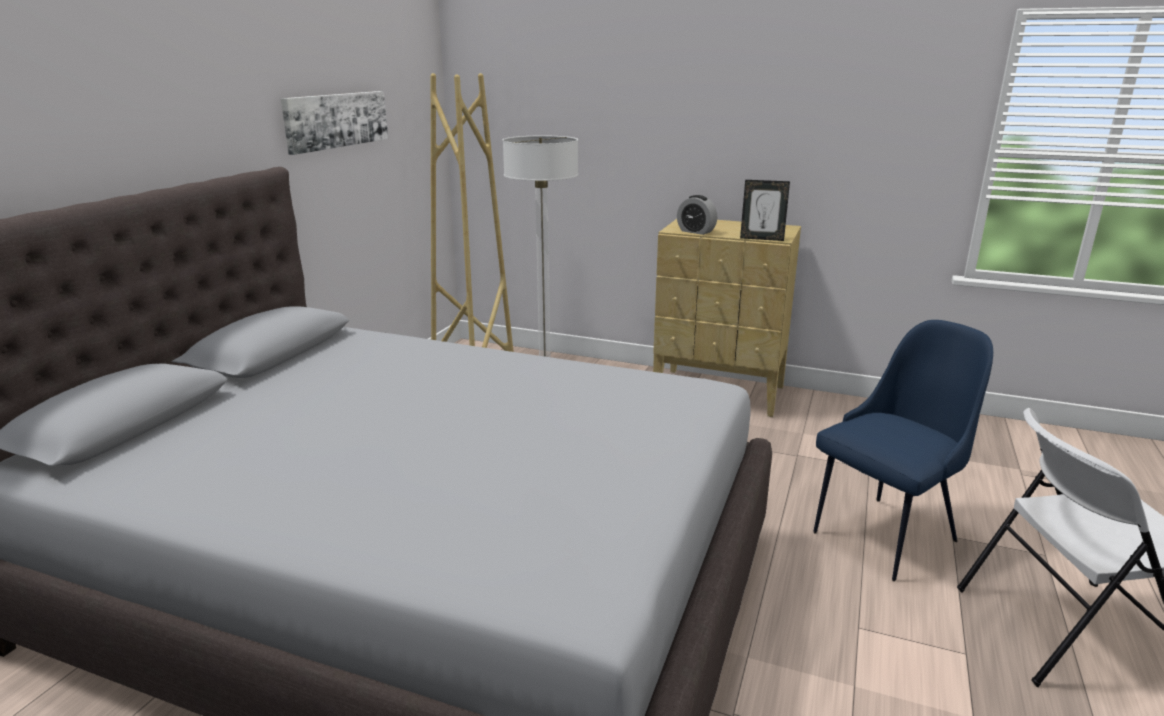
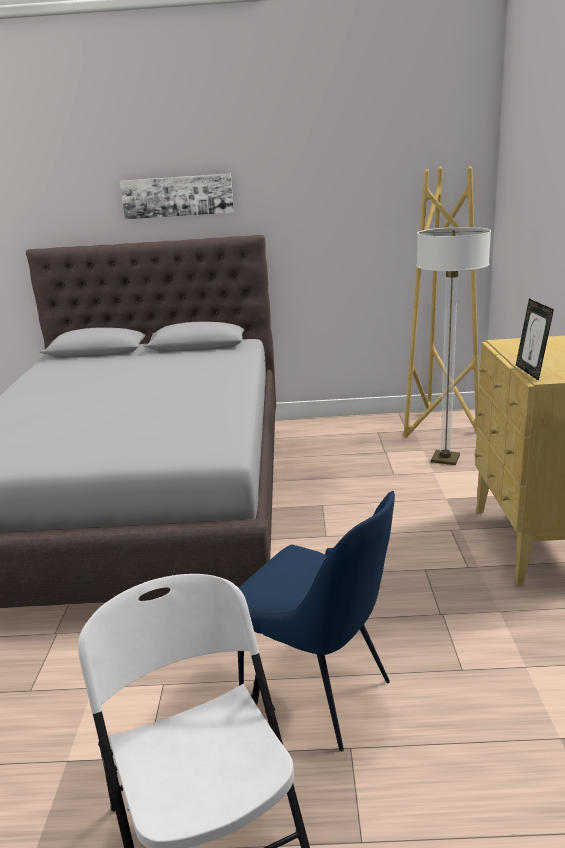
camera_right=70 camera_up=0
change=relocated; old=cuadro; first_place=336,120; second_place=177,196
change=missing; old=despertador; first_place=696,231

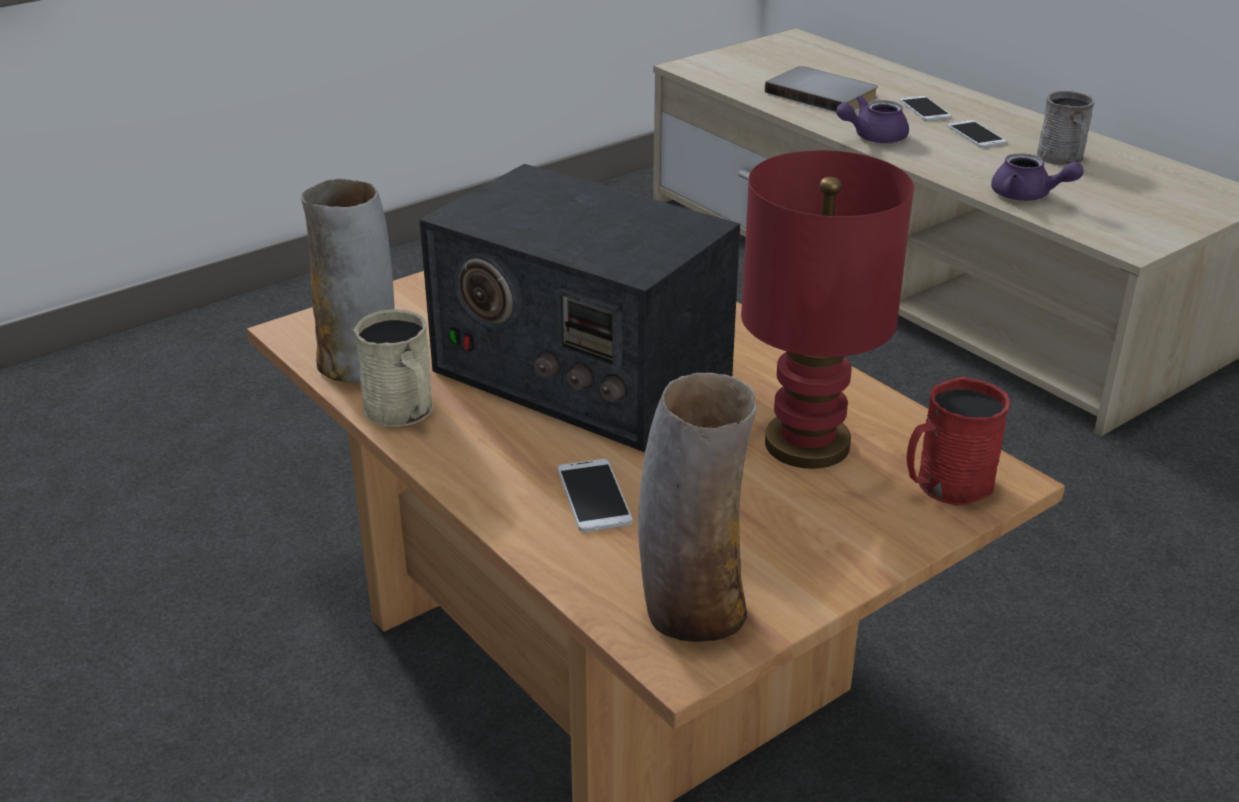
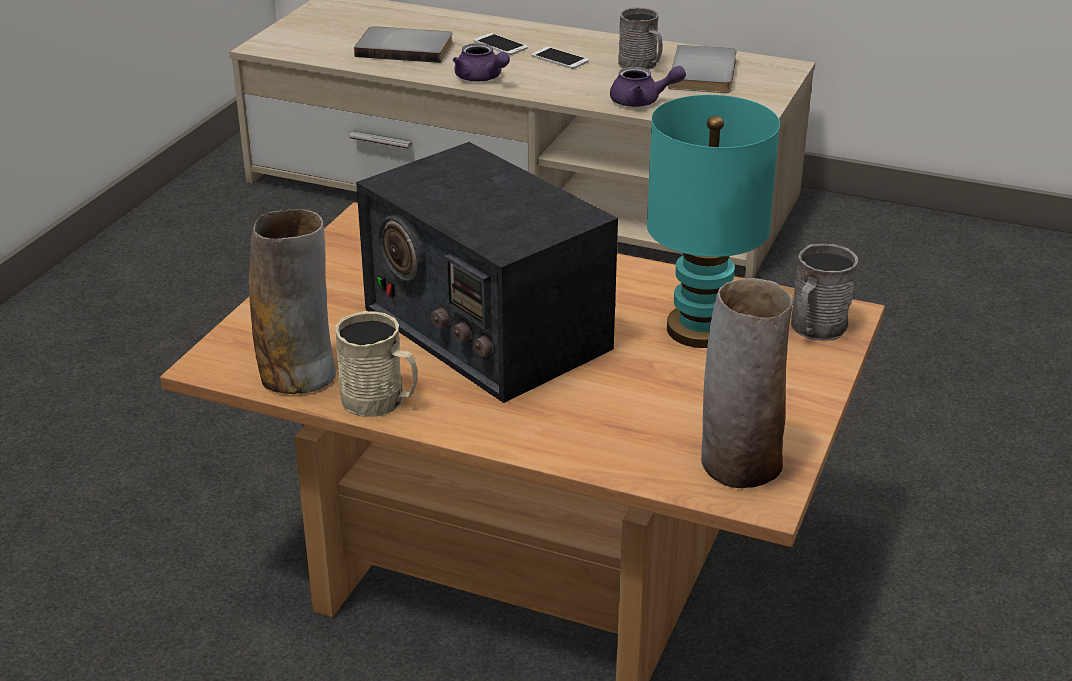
camera_right=-30 camera_up=0
change=spun; old=radio; first_place=580,373; second_place=485,328; degrees=45
change=spun; old=tetera (morado); first_place=872,137; second_place=481,78; degrees=-75
change=colour; old=lámpara de mesa (rojo); new=lámpara de mesa (turquesa); first_place=805,443; second_place=698,329
change=appeared; new=libro (gris); second_place=706,74
change=colour; old=taza grande (rojo); new=taza grande (gris); first_place=945,486; second_place=815,329
change=missing; old=móvil; first_place=594,496

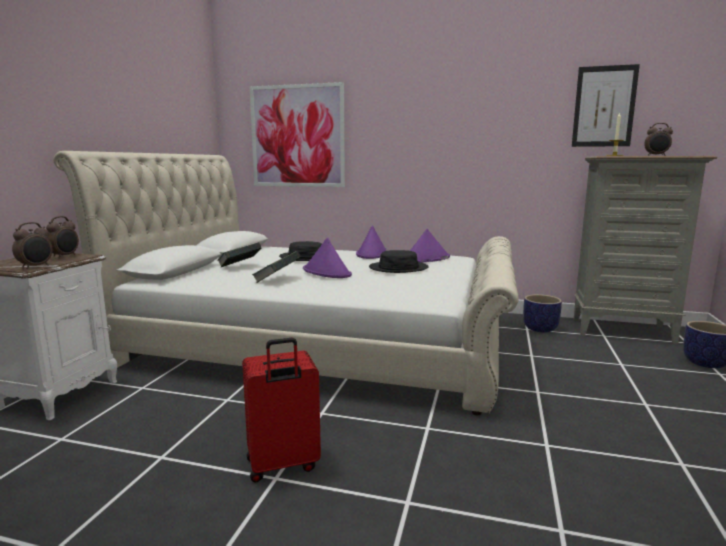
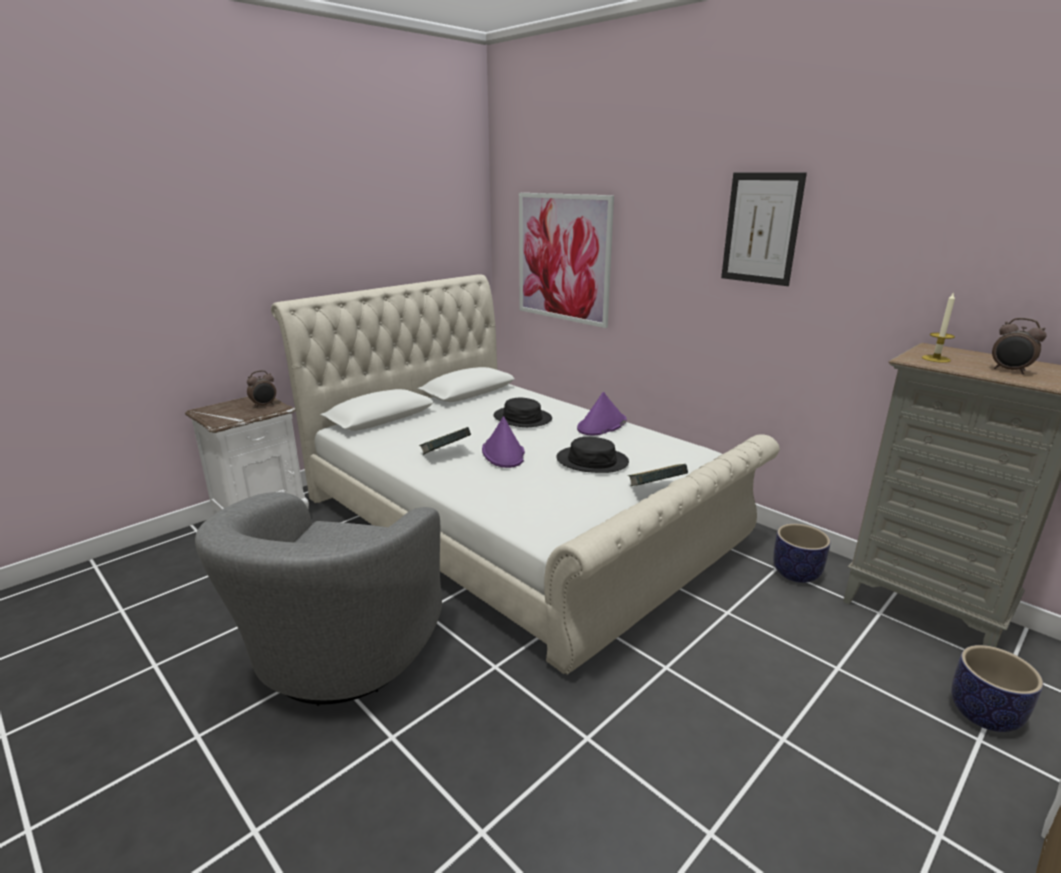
camera_right=30 camera_up=10
change=exchanged; old=maleta (rojo); new=sillón (gris); first_place=282,465; second_place=340,655
change=relocated; old=libro; first_place=240,267; second_place=655,490
change=relocated; old=cuadro; first_place=604,106; second_place=761,228
change=missing; old=despertador; first_place=36,267
change=missing; old=sombrero (morado); first_place=426,259

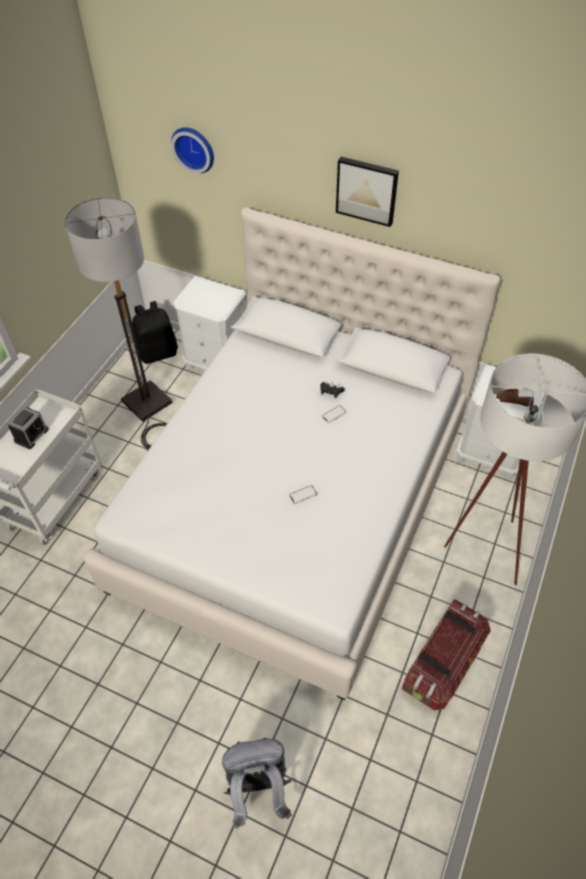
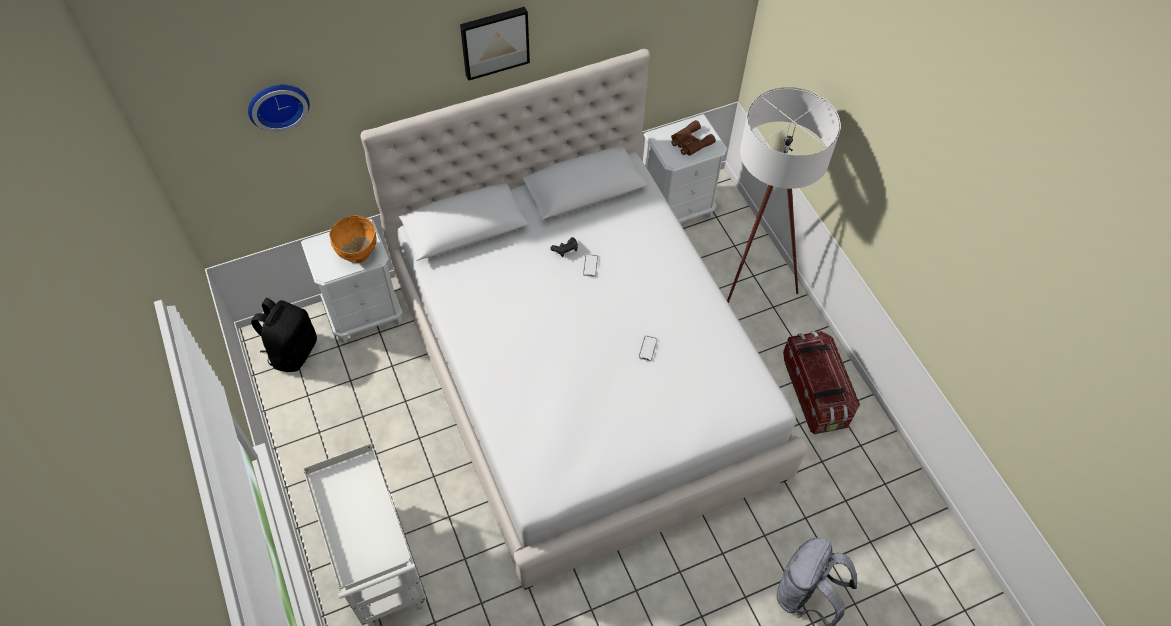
camera_right=-50 camera_up=5
change=appeared; new=cuenco (naranja); second_place=358,254
change=missing; old=despertador; first_place=31,435
change=missing; old=lámpara de pie; first_place=150,413

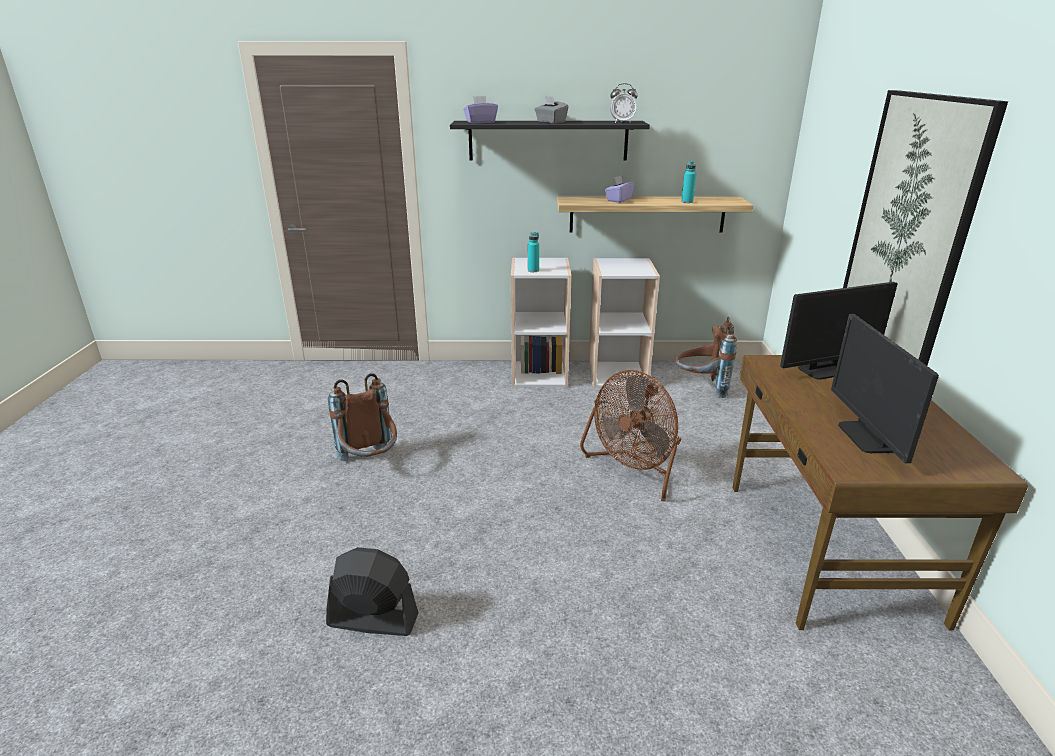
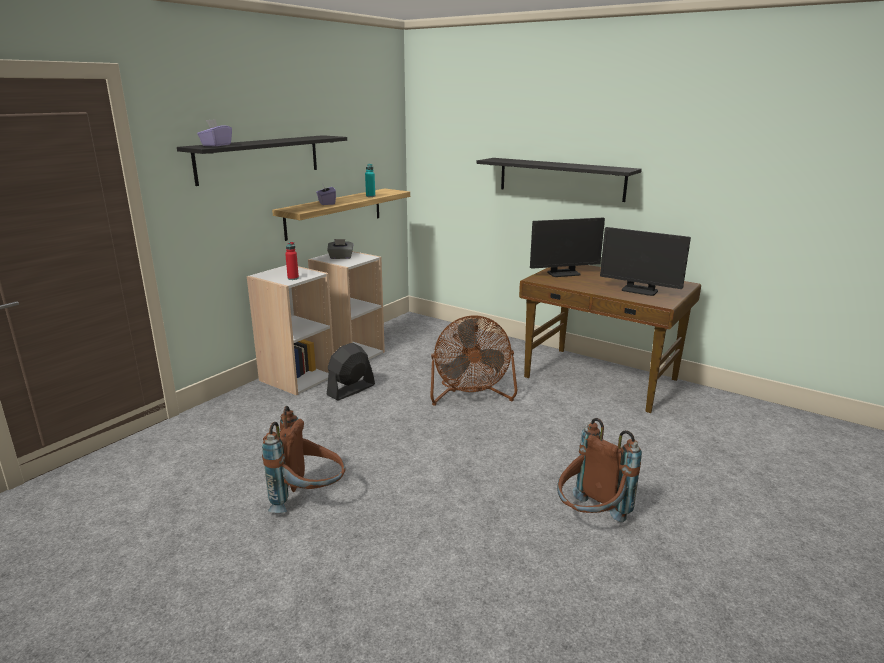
camera_right=-55 camera_up=-5
change=colour; old=botella (turquesa); new=botella (rojo); first_place=533,270; second_place=293,278
change=relocated; old=caja de pañuelos (gris); first_place=550,122; second_place=341,257
change=relocated; old=ventilador (negro); first_place=372,620; second_place=351,390
change=exchanged; old=cuadro; new=estante (negro); first_place=910,224; second_place=561,179
change=spun; old=monitor; first_place=825,370; second_place=563,273; degrees=60
change=relocated; old=mochila (marrón); first_place=702,387; second_place=590,519
change=missing; old=despertador; first_place=622,122

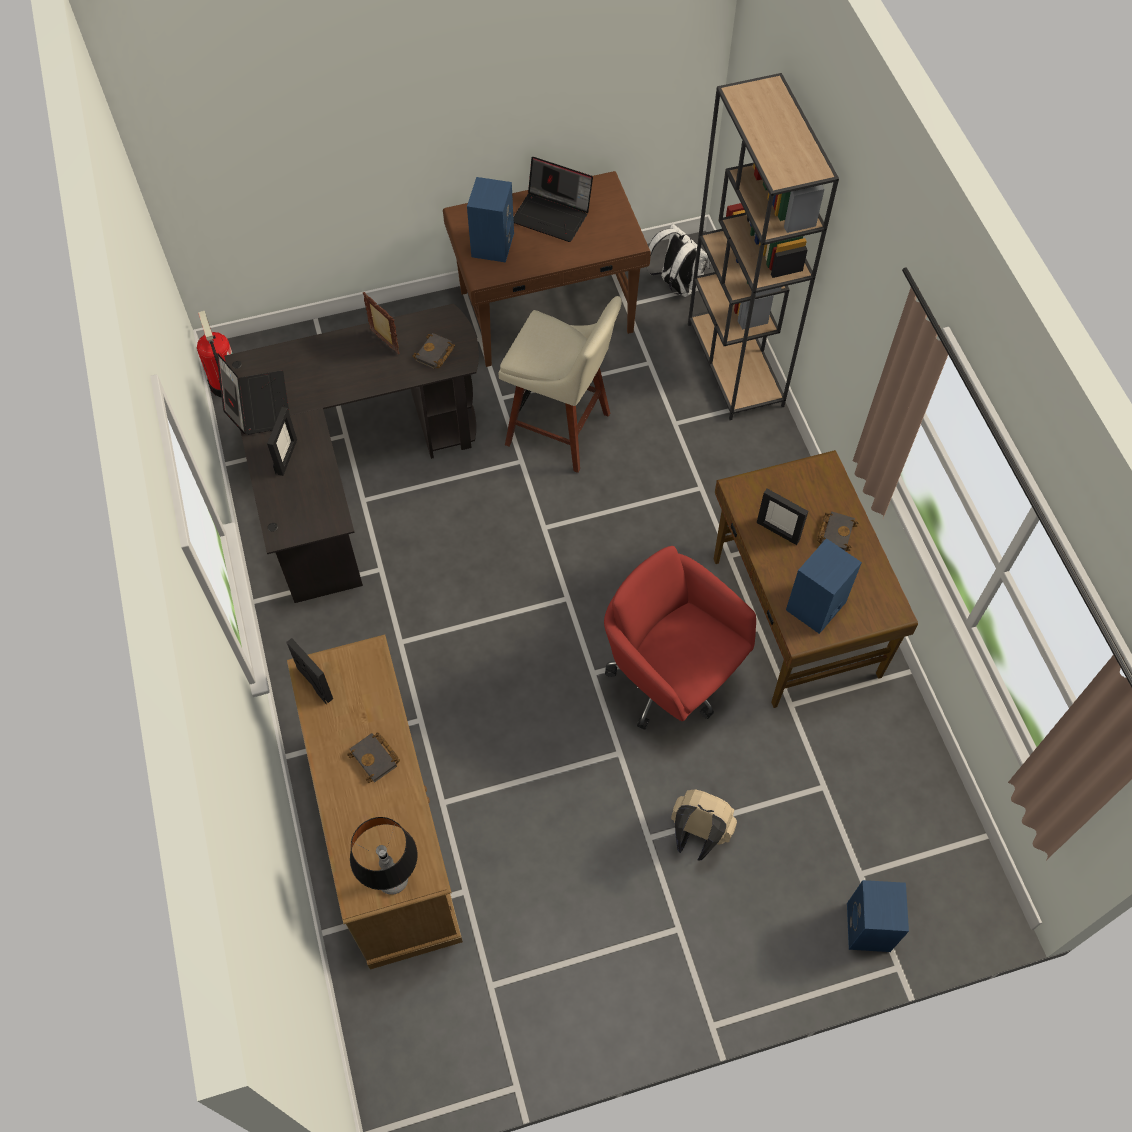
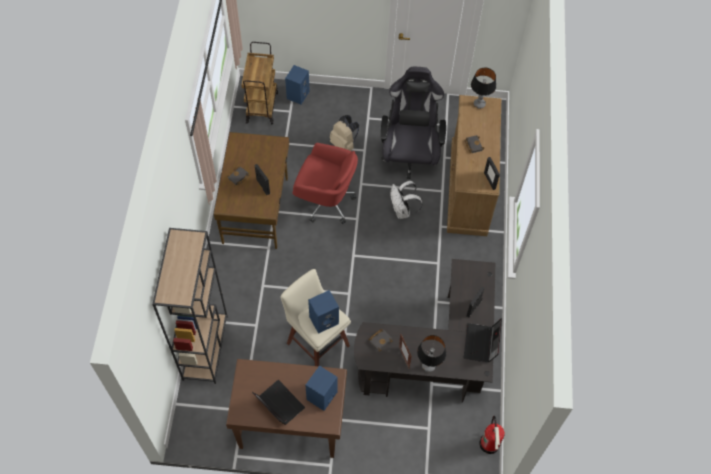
camera_right=-160 camera_up=0
change=appeared; new=carrito (marrón); second_place=262,107
change=spun; old=silla de oficina (rojo); first_place=670,683; second_place=326,203; degrees=-45
change=relocated; old=altavoz (azul); first_place=816,608; second_place=324,319
change=appeared; new=silla de oficina (negro); second_place=409,158
change=relocated; old=mochila (blanco); first_place=677,285; second_place=402,211
change=appeared; new=lámpara de mesa; second_place=428,366

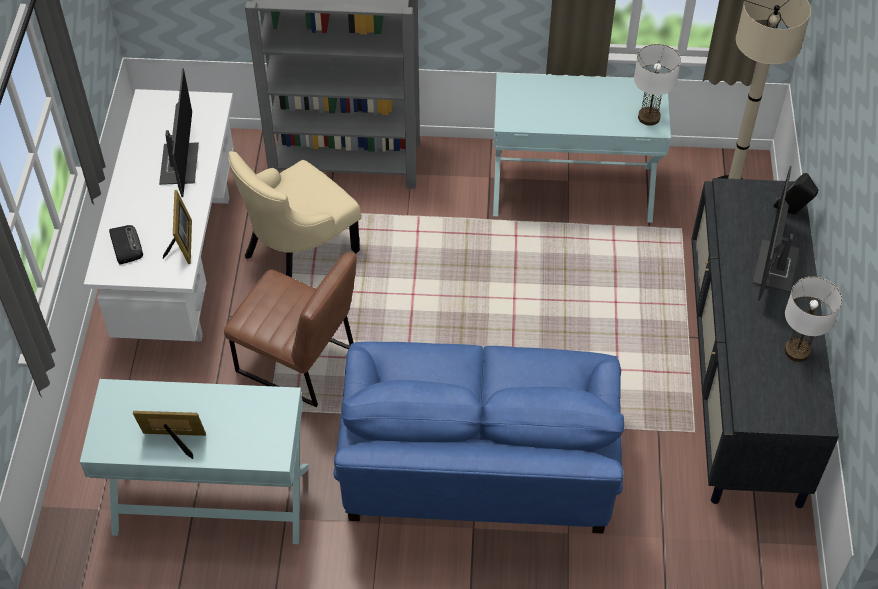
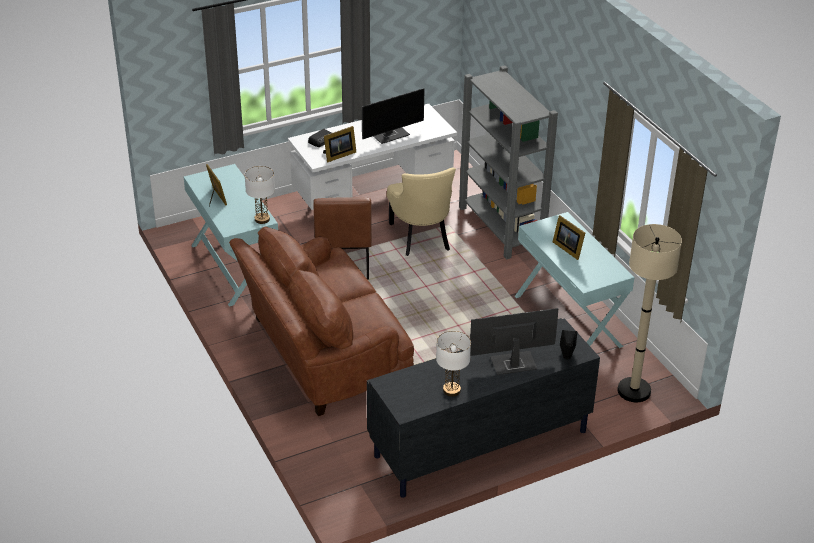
camera_right=60 camera_up=-15
change=colour; old=sofá (azul); new=sofá (marrón); first_place=477,472; second_place=322,353
change=relocated; old=lámpara de mesa; first_place=648,117; second_place=262,219
change=spun; old=silla (beis); first_place=301,251; second_place=420,236; degrees=-120
change=appeared; new=portarretratos; second_place=568,248

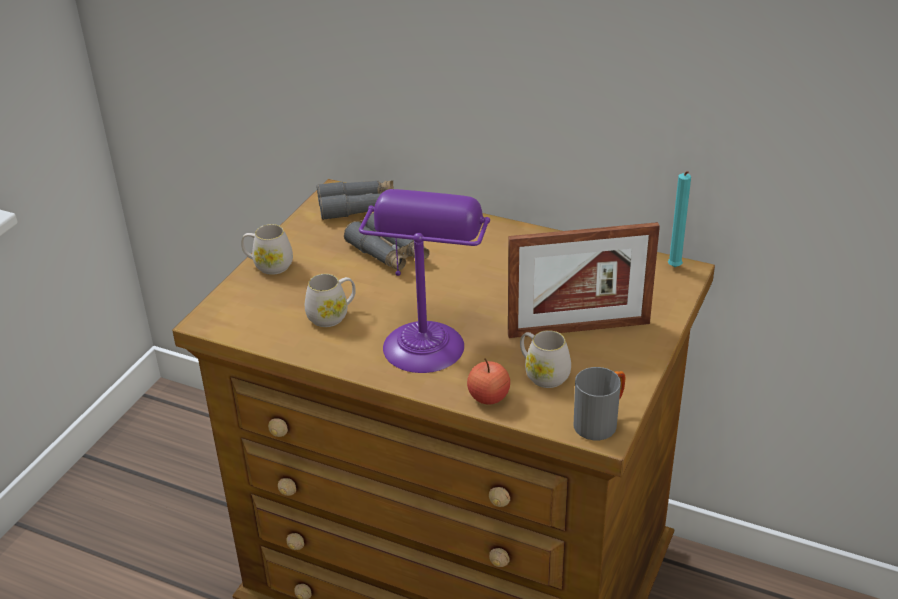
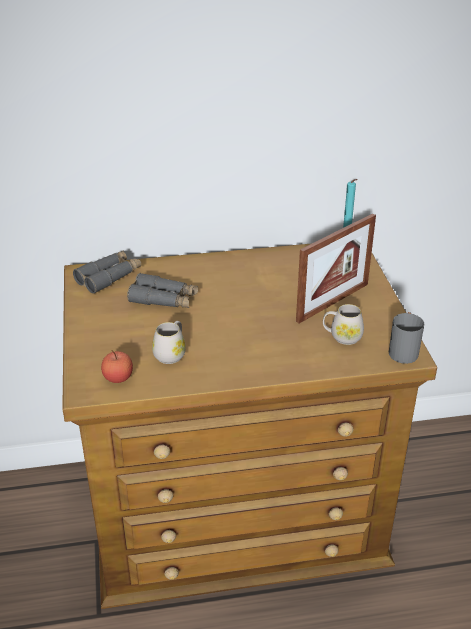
camera_right=-35 camera_up=0
change=relocated; old=manzana; first_place=488,397; second_place=118,377
change=missing; old=taza grande (blanco); first_place=268,265
change=missing; old=lámpara de mesa (morado); first_place=425,335

